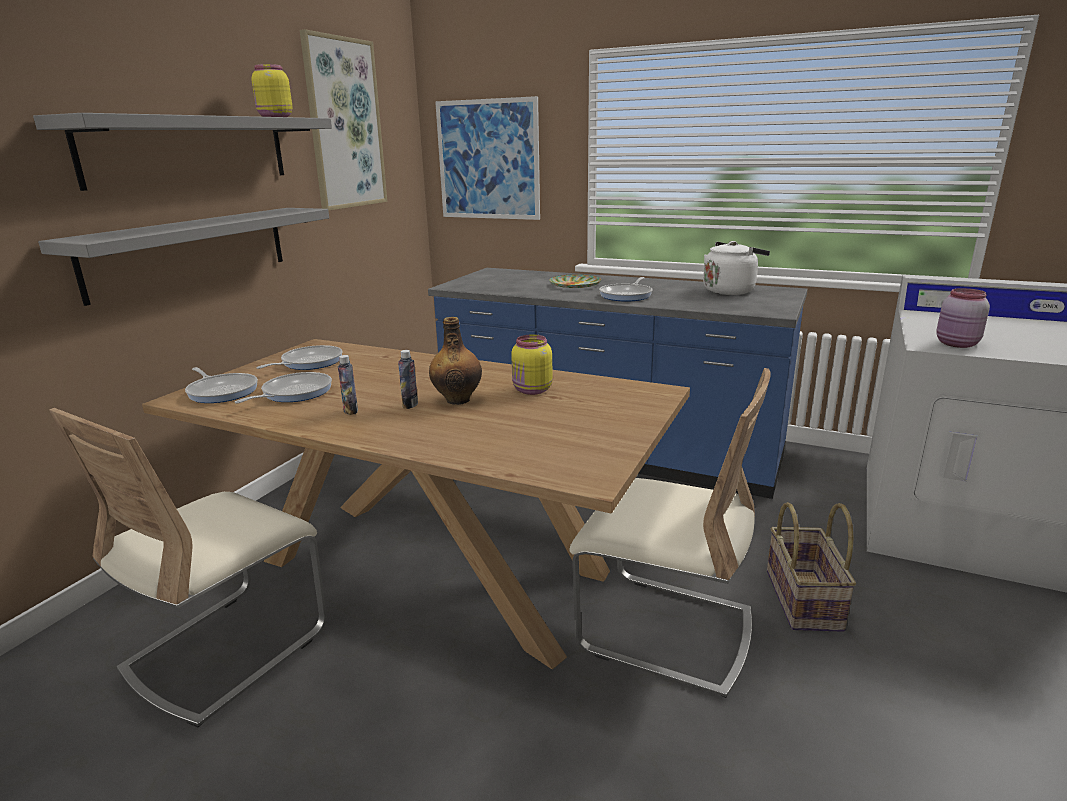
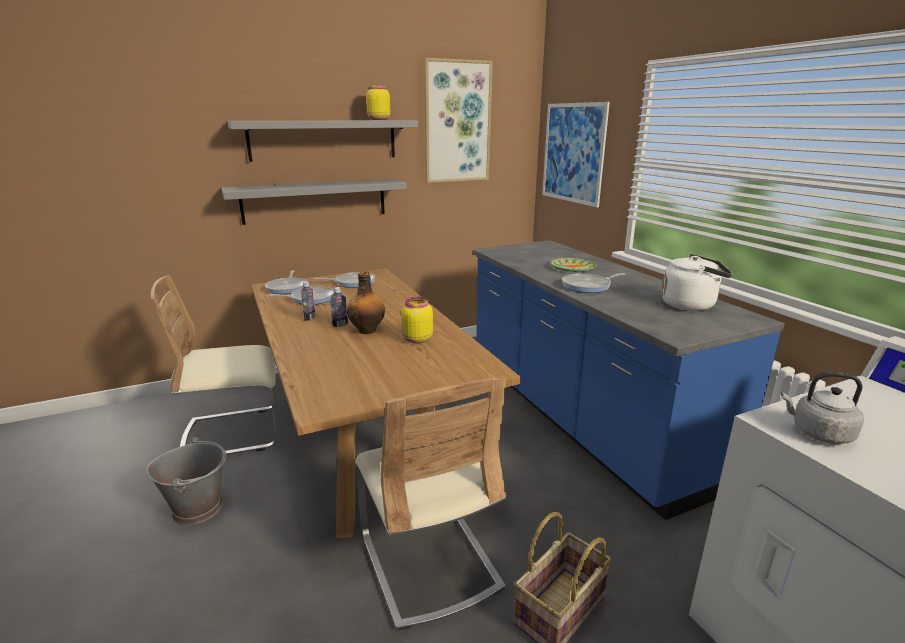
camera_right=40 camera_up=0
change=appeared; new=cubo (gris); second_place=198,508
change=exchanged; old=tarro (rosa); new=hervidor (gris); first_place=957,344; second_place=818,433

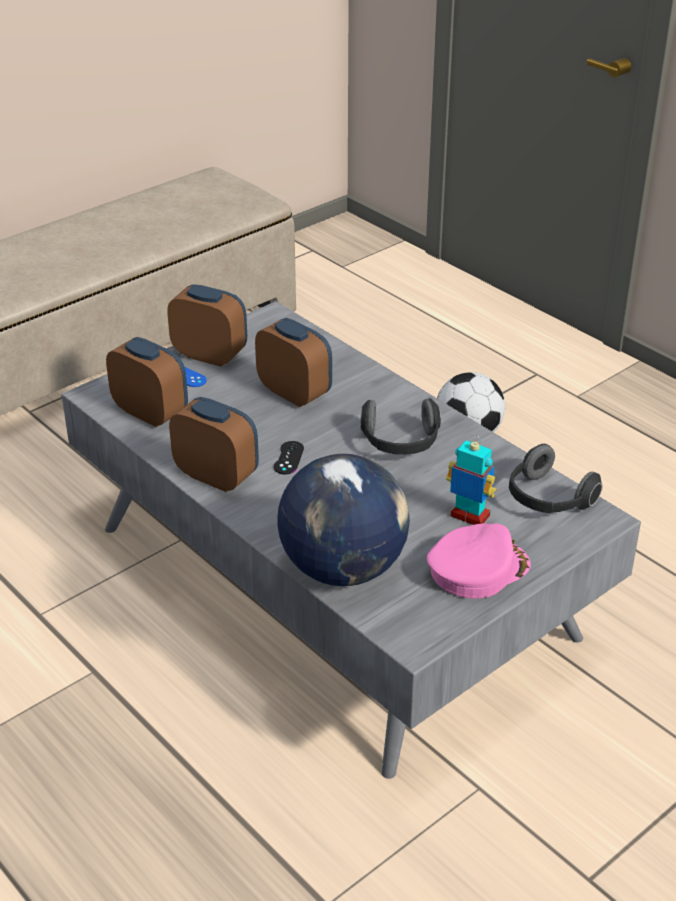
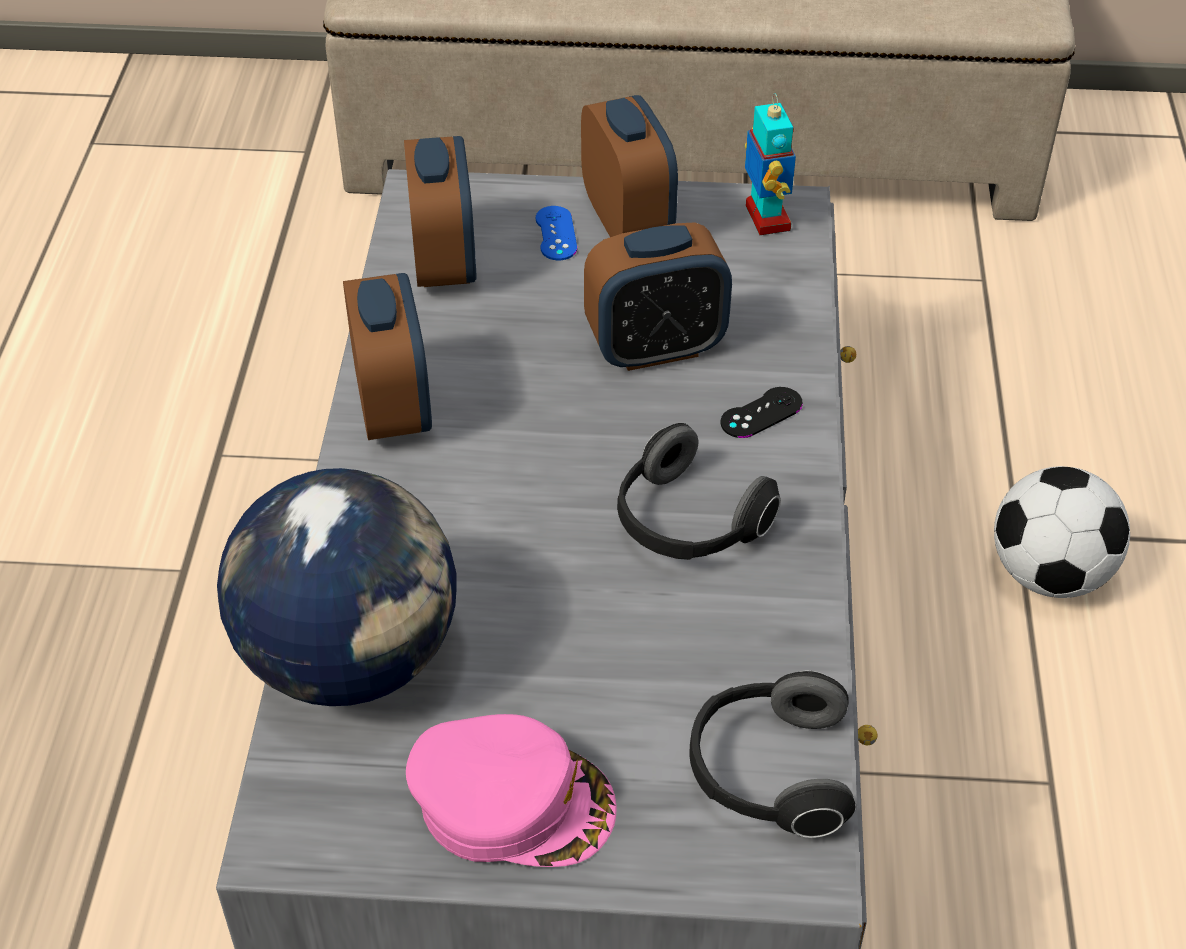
camera_right=45 camera_up=10
change=spun; old=despertador; first_place=294,393; second_place=655,348; degrees=75
change=relocated; old=mando de consola (negro); first_place=288,458; second_place=761,413
change=relocated; old=robot de juguete; first_place=469,516; second_place=766,219

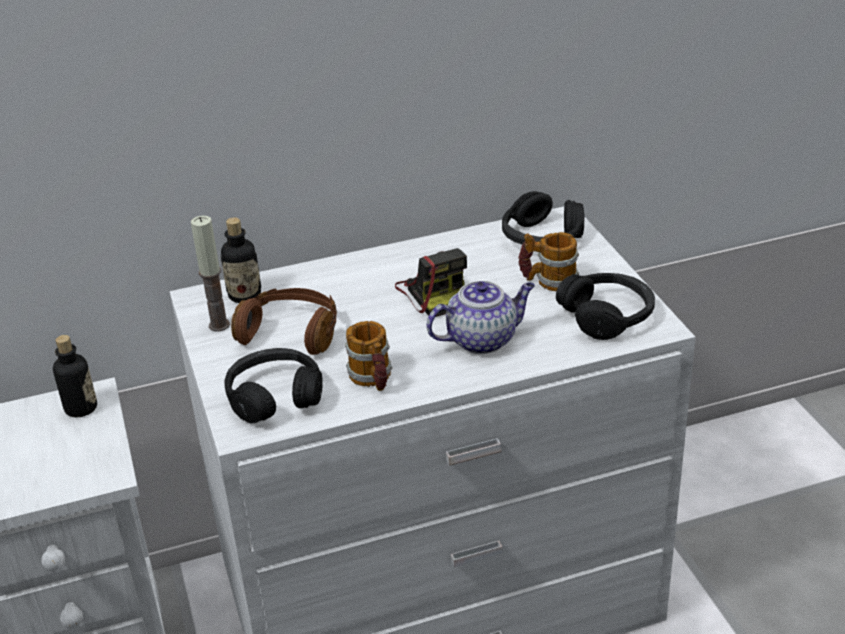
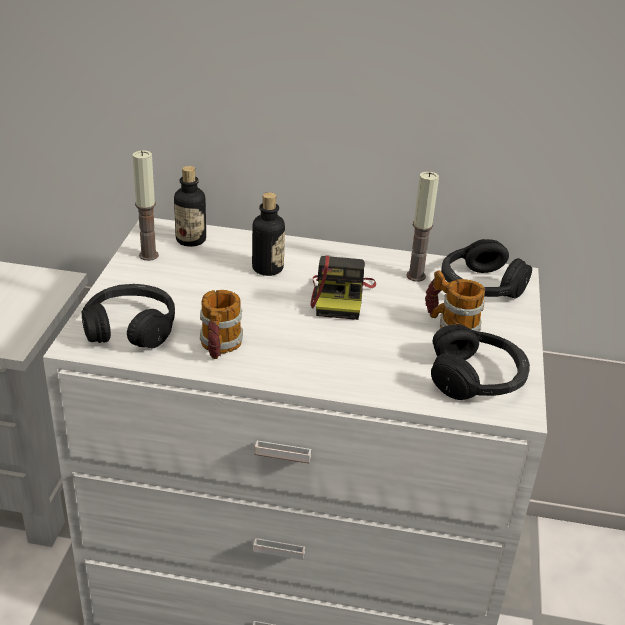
camera_right=25 camera_up=0
change=relocated; old=botella; first_place=81,408; second_place=267,268
change=appeared; new=vela; second_place=416,276
change=missing; old=auriculares (marrón); first_place=291,332
change=missing; old=tetera; first_place=483,339

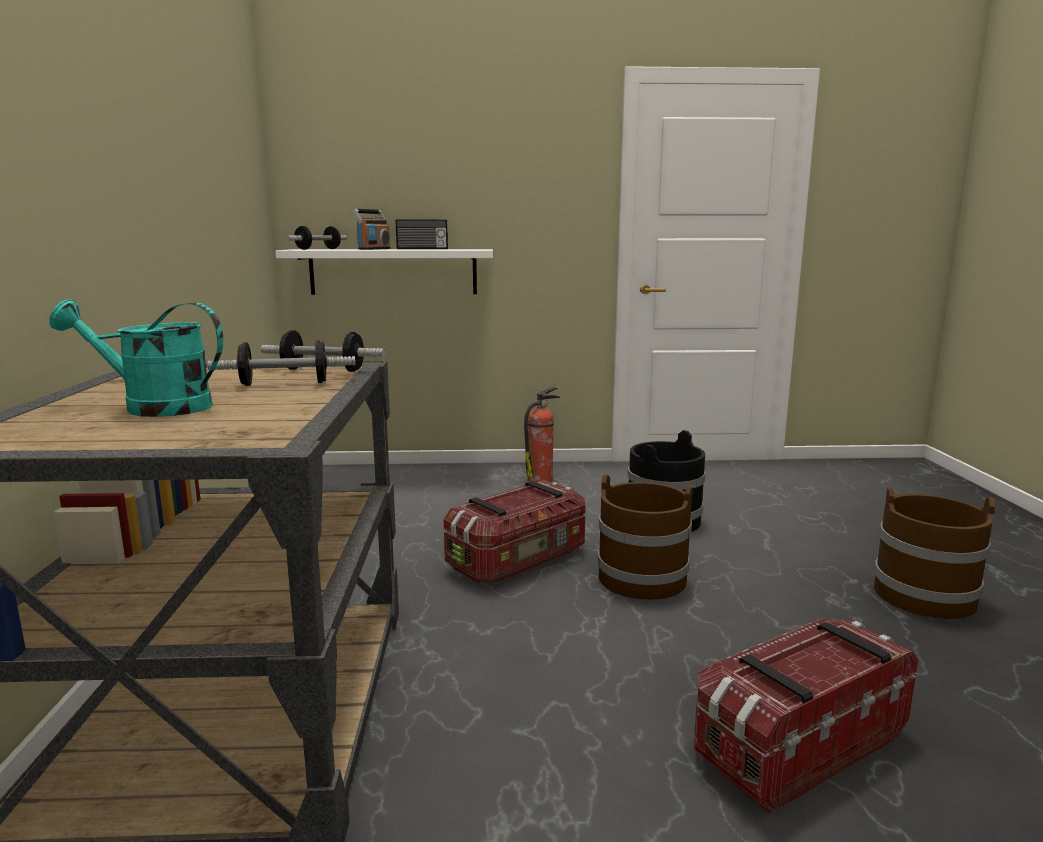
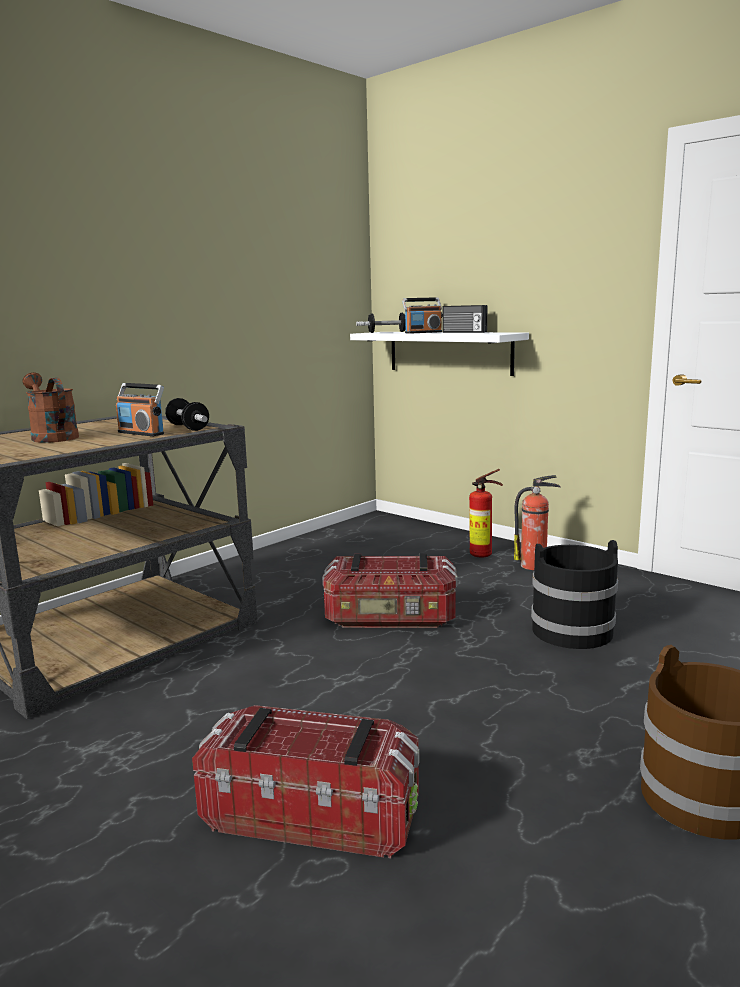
camera_right=45 camera_up=0
change=colour; old=regadera (turquesa); new=regadera (marrón); first_place=154,407; second_place=52,437
change=exchanged; old=mancuerna; new=radio; first_place=285,384; second_place=141,433
change=appeared; new=extintor; second_place=484,555
change=missing; old=cubo (marrón); first_place=642,578

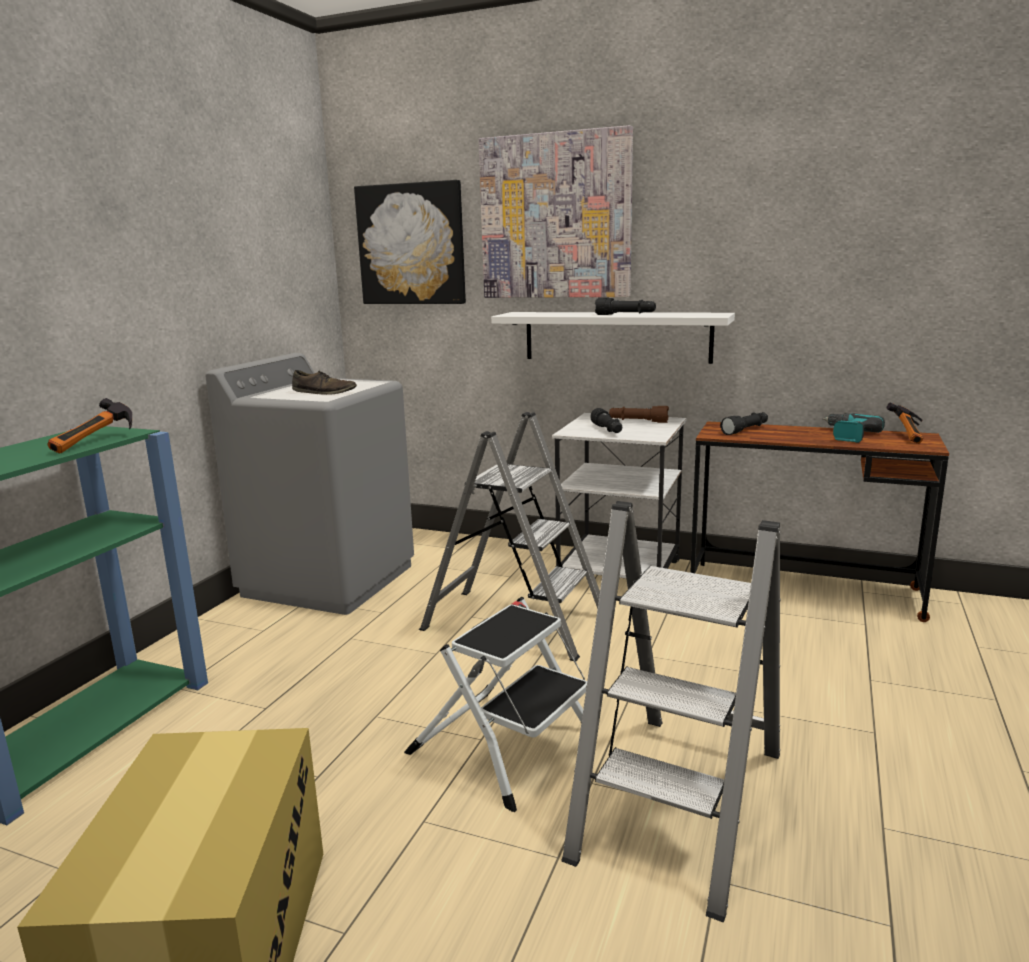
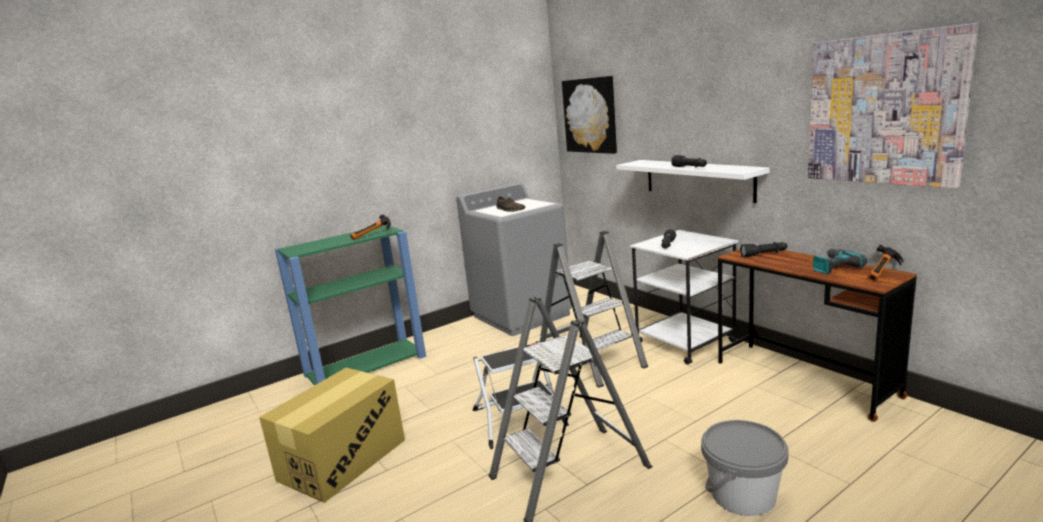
camera_right=35 camera_up=0
change=appeared; new=cubo (gris); second_place=743,495
change=relocated; old=cuadro; first_place=555,217; second_place=884,110
change=missing; old=linterna (marrón); first_place=638,421

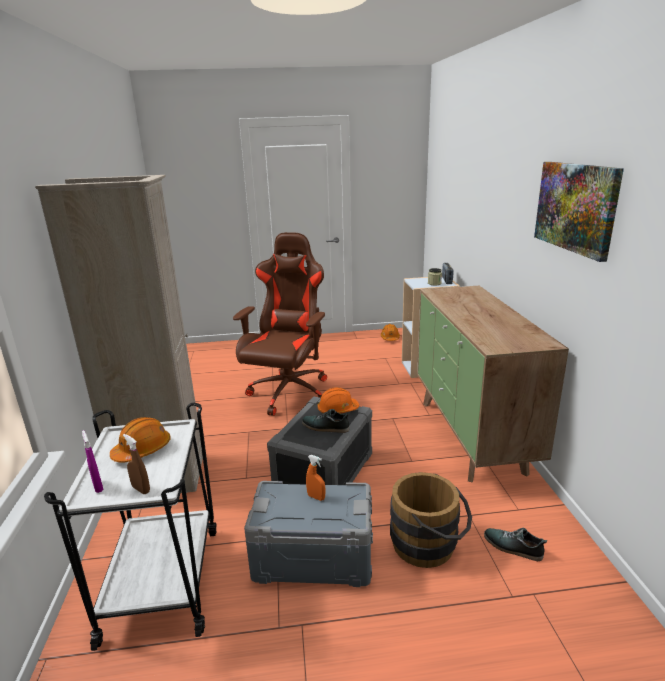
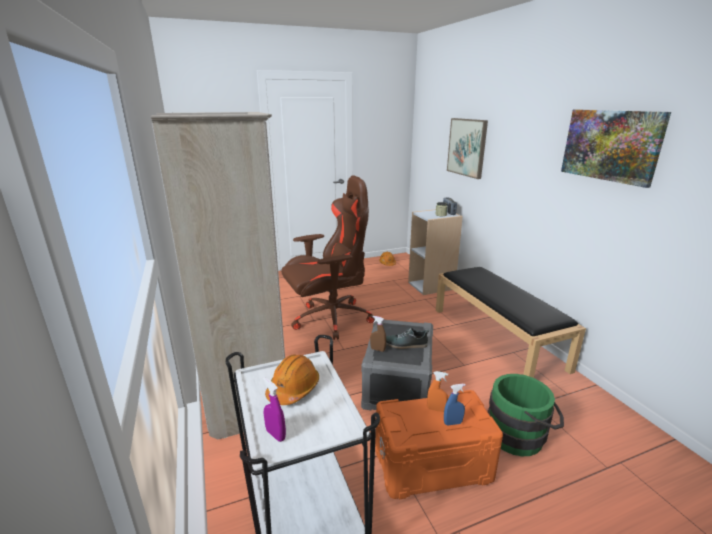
camera_right=-15 camera_up=0
change=spun; old=silla de oficina (marrón); first_place=286,396; second_place=327,320; degrees=60
change=relocated; old=pulverizador (marrón); first_place=141,489; second_place=377,349
change=colour; old=caja de almacenaje (gris); new=caja de almacenaje (naranja); first_place=313,556; second_place=431,463
change=exchanged; old=cómoda; new=banco (negro); first_place=471,435; second_place=497,338
change=appeared; new=pulverizador (azul); second_place=453,423
change=appeared; new=cuadro; second_place=467,147
change=colour; old=cubo (marrón); new=cubo (verde); first_place=429,545; second_place=520,435
change=missing; old=casco (naranja); first_place=337,409
change=missing; old=zapato; first_place=513,547

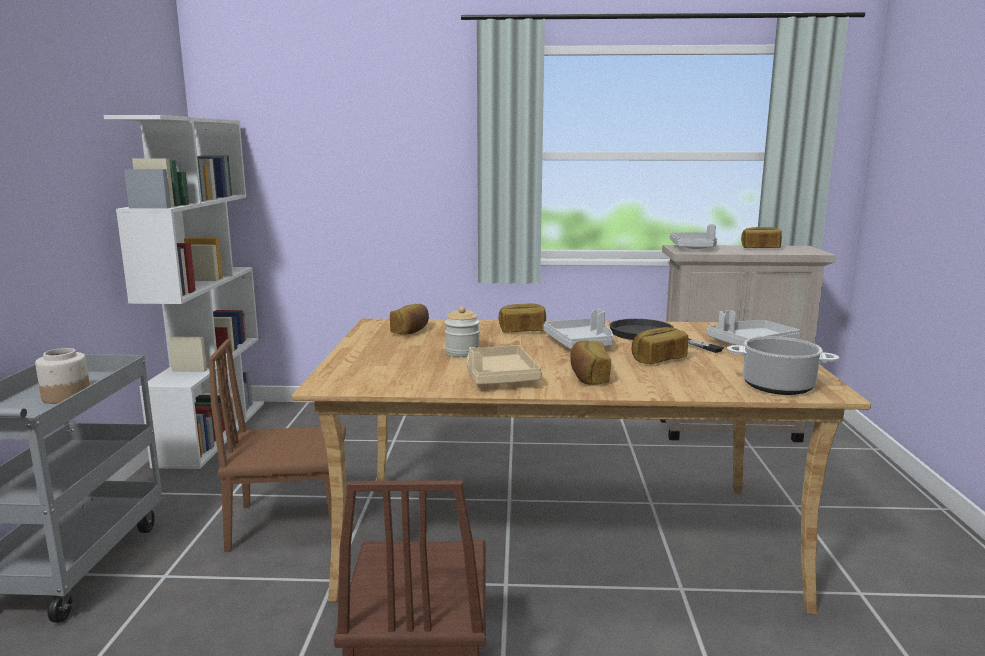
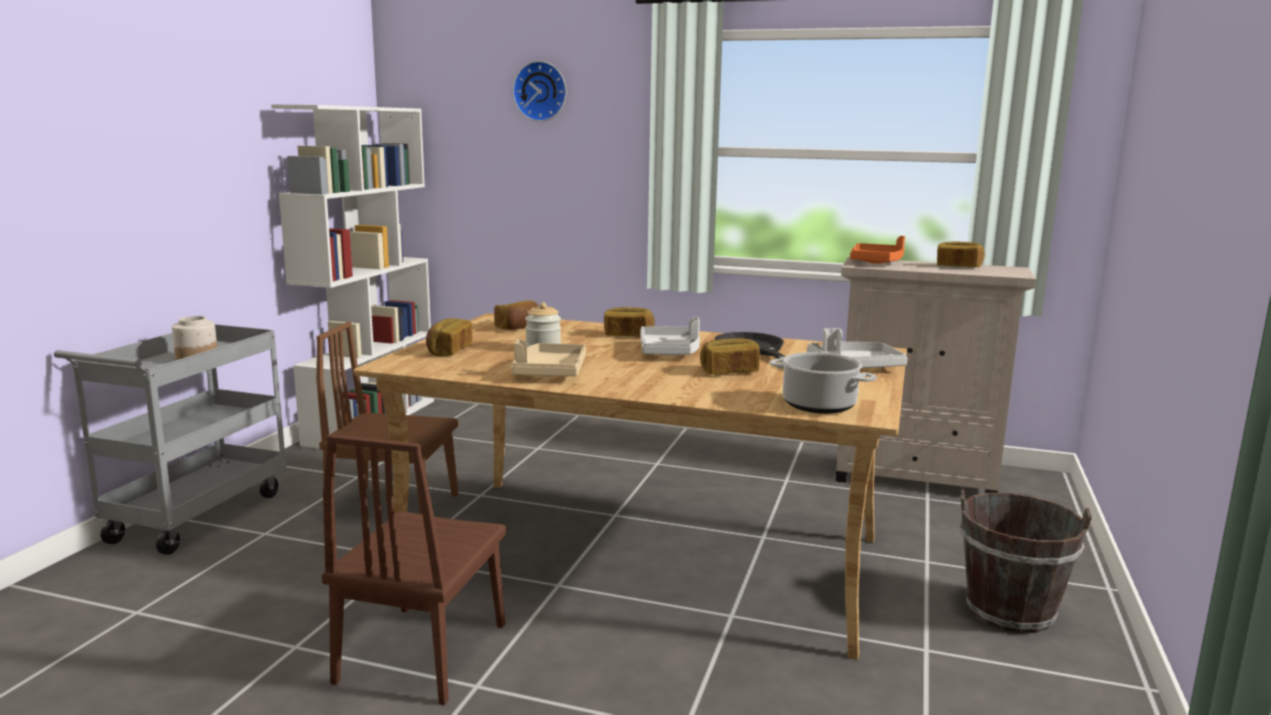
camera_right=15 camera_up=0
change=relocated; old=pan; first_place=588,377; second_place=448,351
change=appeared; new=reloj de pared; second_place=541,91
change=colour; old=bandeja (gris); new=bandeja (naranja); first_place=694,248; second_place=877,262
change=appeared; new=cubo (marrón); second_place=1009,612

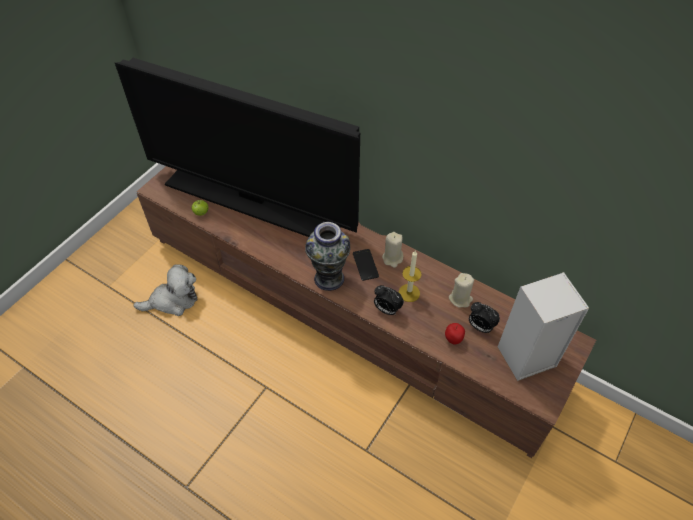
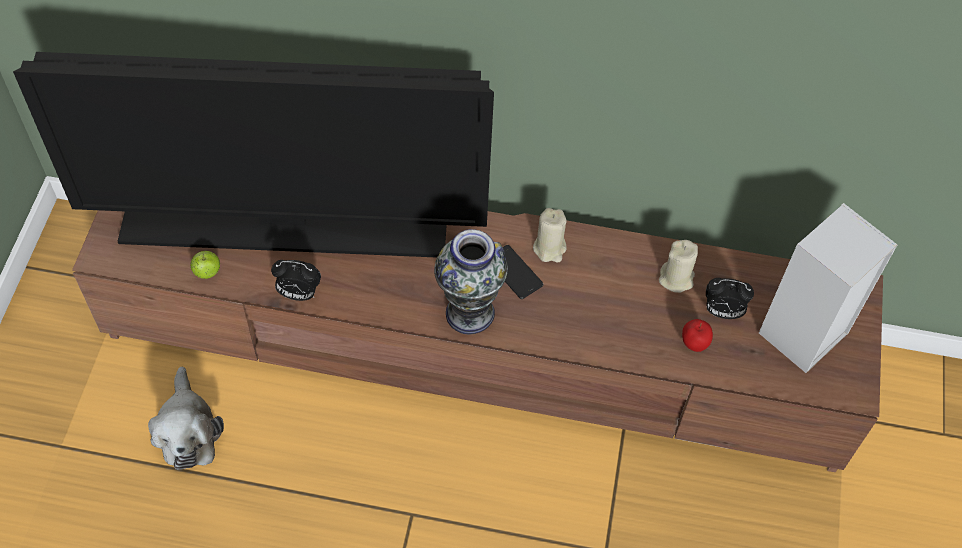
camera_right=-25 camera_up=5
change=spun; old=peluche; first_place=173,300; second_place=187,430; degrees=120
change=relocated; old=despertador; first_place=386,309; second_place=298,293
change=missing; old=vela; first_place=409,293

